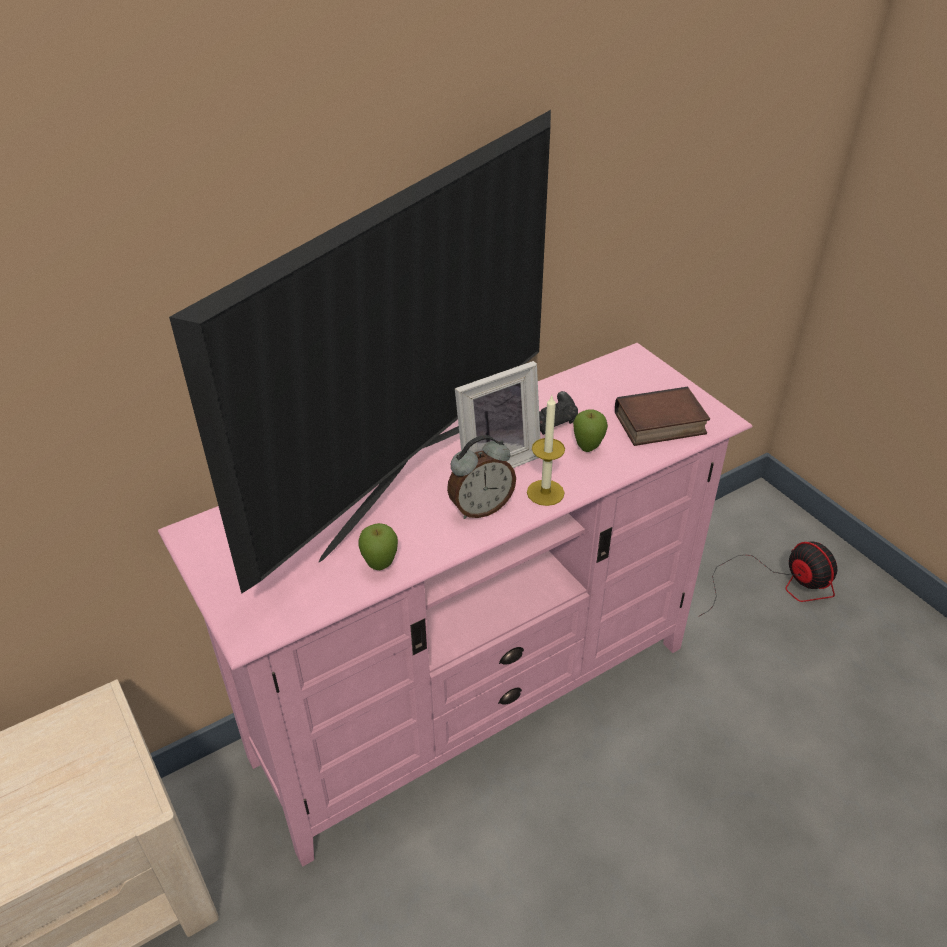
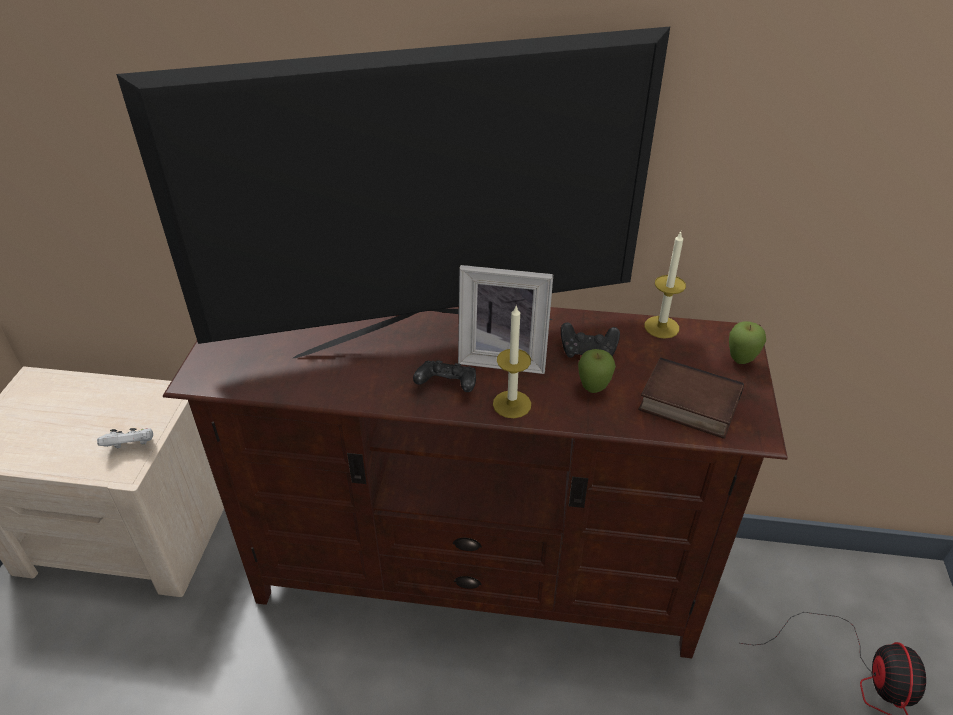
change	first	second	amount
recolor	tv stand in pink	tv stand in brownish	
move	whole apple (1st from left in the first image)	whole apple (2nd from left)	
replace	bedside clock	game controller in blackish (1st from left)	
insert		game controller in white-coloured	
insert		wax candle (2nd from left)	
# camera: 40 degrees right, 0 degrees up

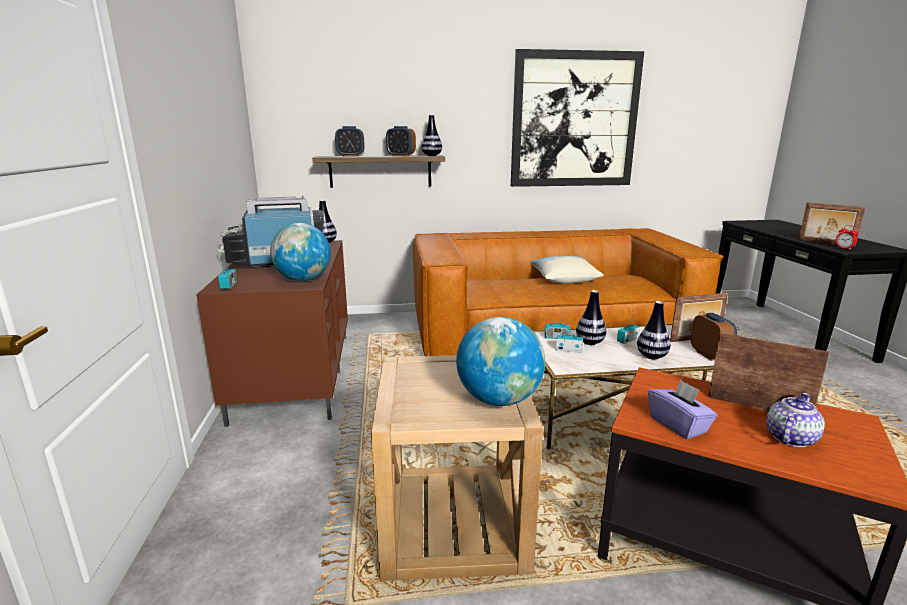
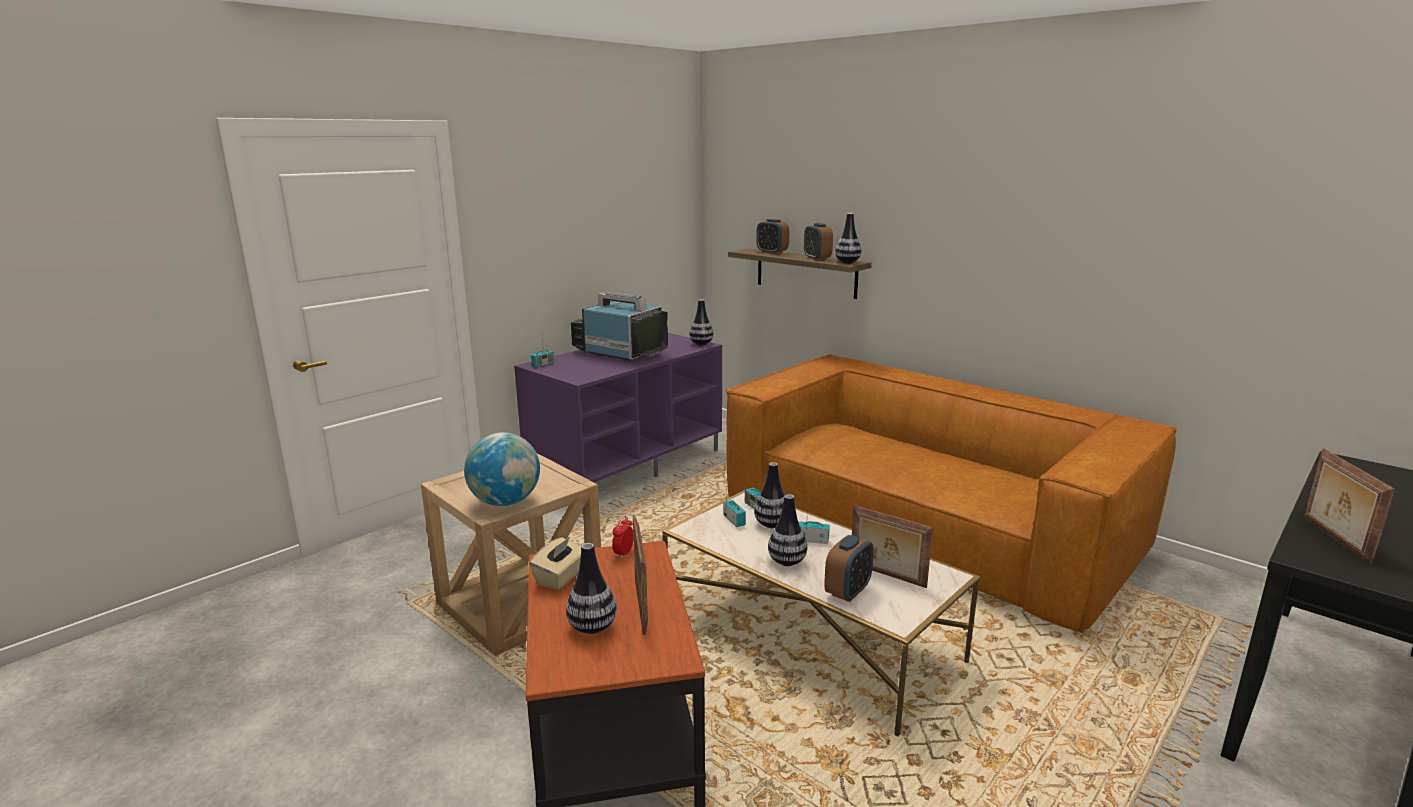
change	first	second	amount
recolor	tv stand in brownish	tv stand in purplish	
delete	desk globe (1st from left)		
delete	wall picture		
delete	throw pillow		
recolor	tissue box in purplish	tissue box in sand-coloured	
replace	pot for tea	flower vase (1st from left)	
move	bedside clock (4th from left in the first image)	bedside clock (1st from left)	
# camera: 50 degrees right, 0 degrees up

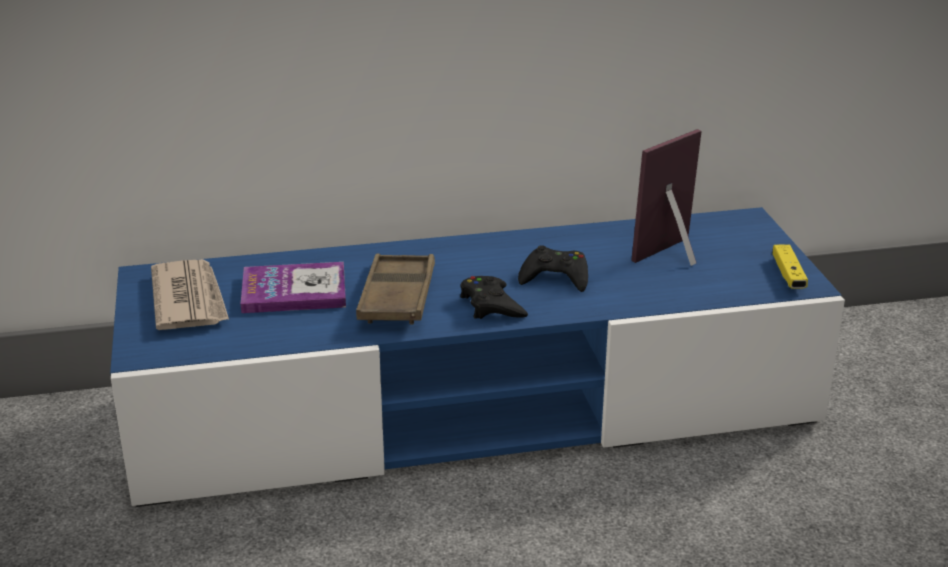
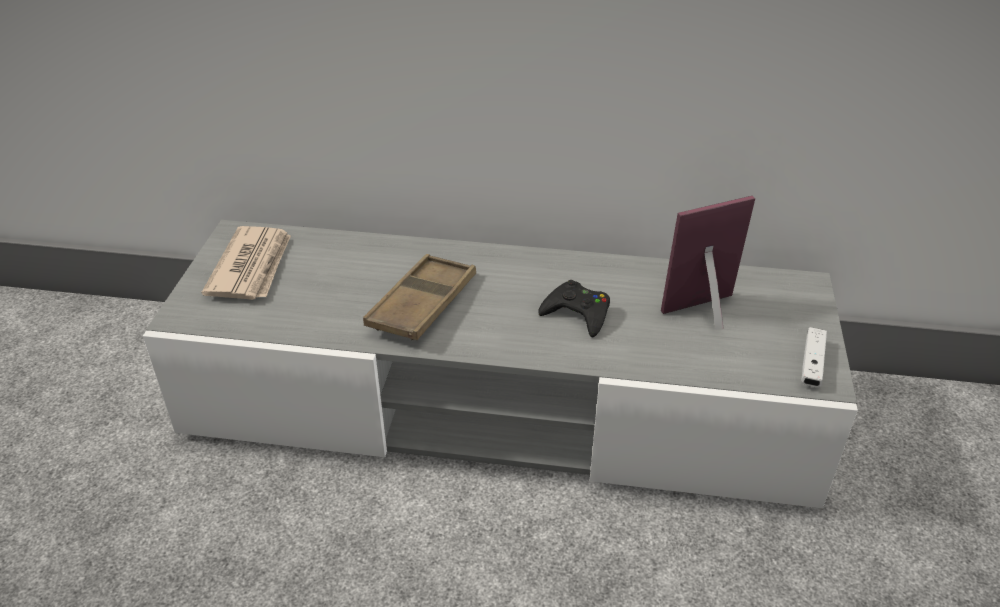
change	first	second	amount
recolor	tv stand in blue	tv stand in grey	
delete	volume		
delete	game controller in blackish (1st from left)		
recolor	game controller in yellowish	game controller in white-coloured	
# camera: 20 degrees right, 10 degrees up

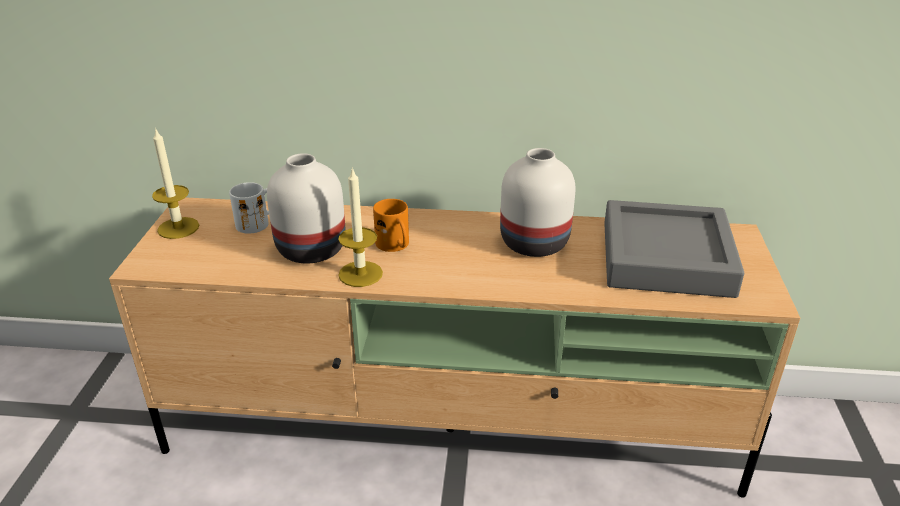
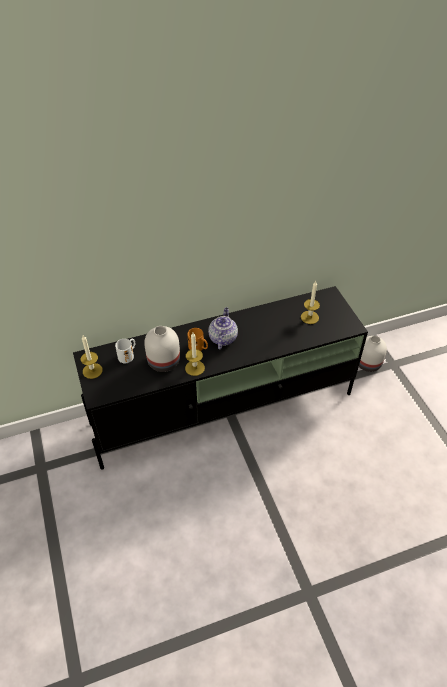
change	first	second	amount
recolor	tv stand in sand-coloured	tv stand in blackish	
move	flower vase in white-coloured (2nd from left)		
replace	carrying tray in grey	wax candle (3rd from left)	
insert		pot for tea	
# camera: 25 degrees left, 15 degrees up

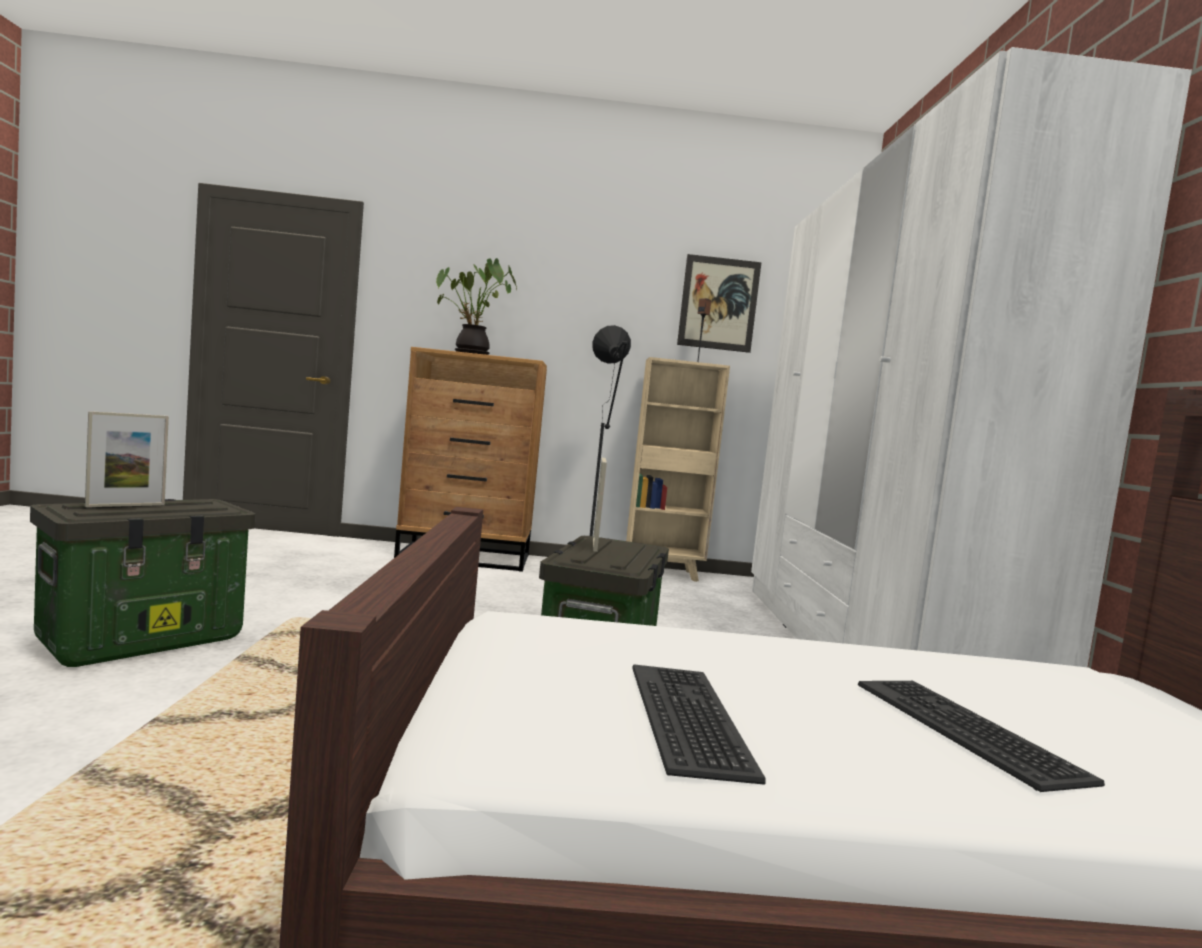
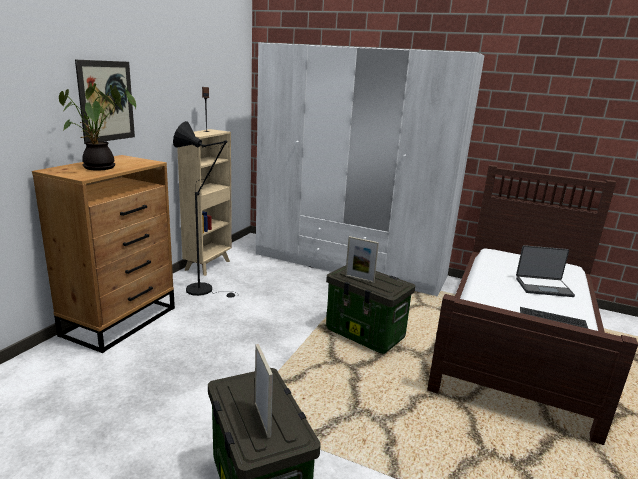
change	first	second	amount
move	wall picture		
replace	PC keyboard (2nd from left)	notebook computer	
# camera: 65 degrees left, 15 degrees up

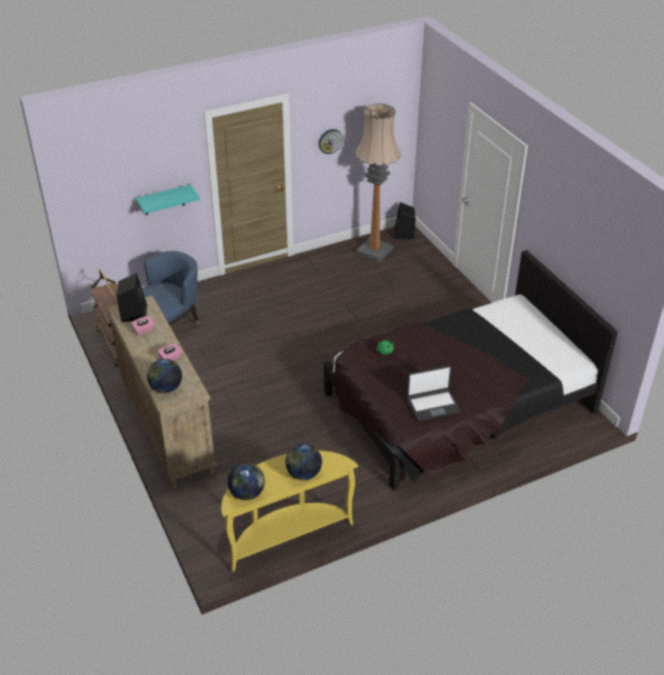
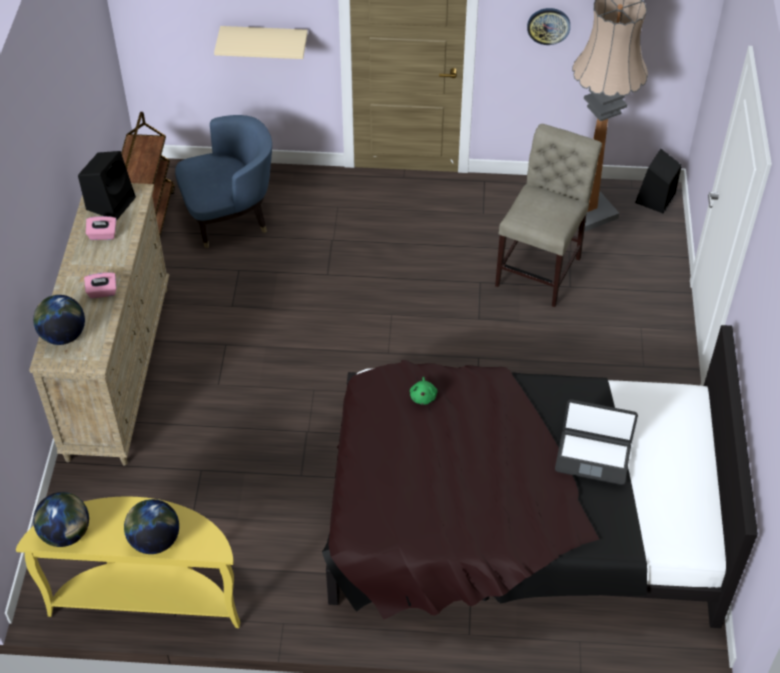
change	first	second	amount
recolor	bracket shelf in turquoise-coloured	bracket shelf in sand-coloured	
move	notebook computer		
insert		plain chair in sand-coloured	
# camera: 30 degrees right, 10 degrees up

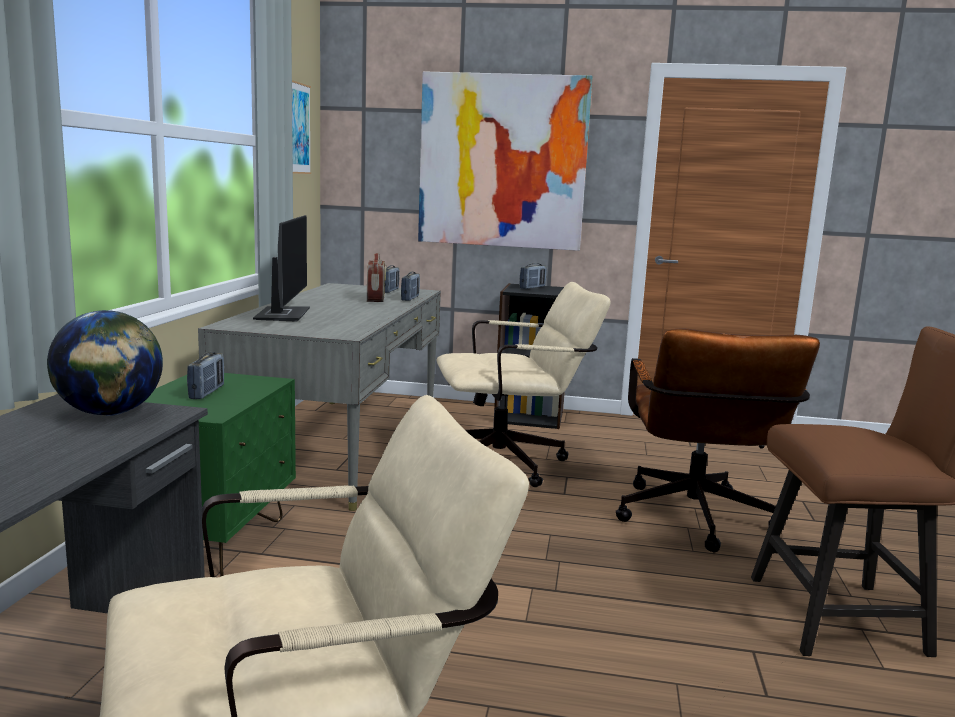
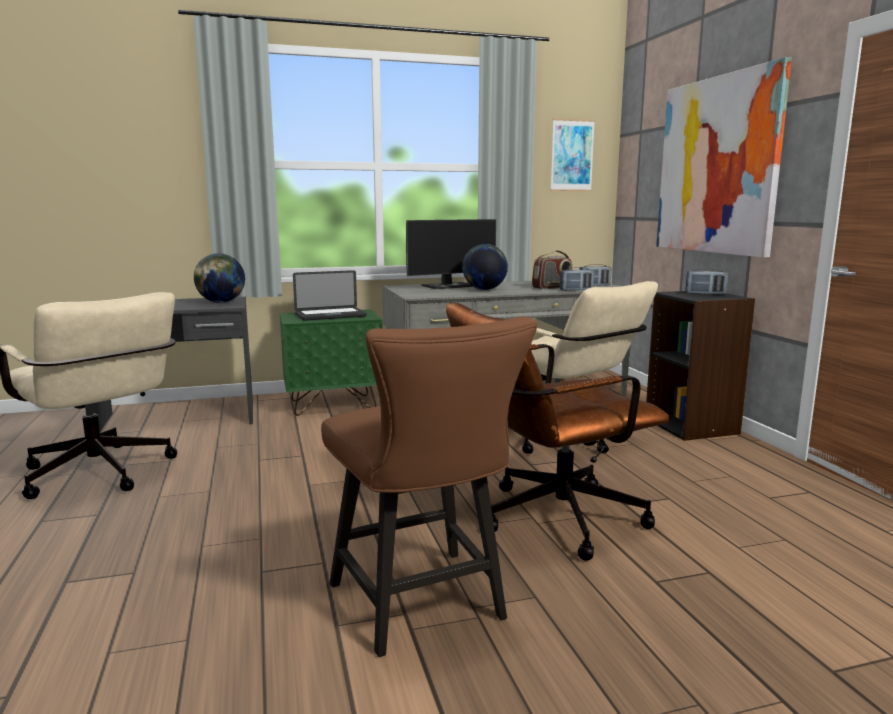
change	first	second	amount
replace	radio receiver (1st from left)	notebook computer	
insert		desk globe (2nd from left)	
# camera: 65 degrees right, 0 degrees up

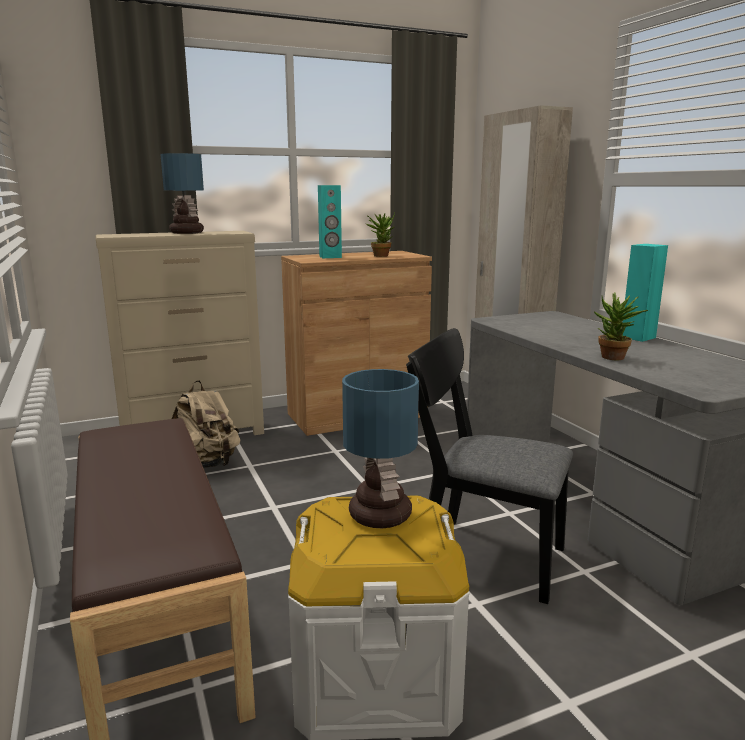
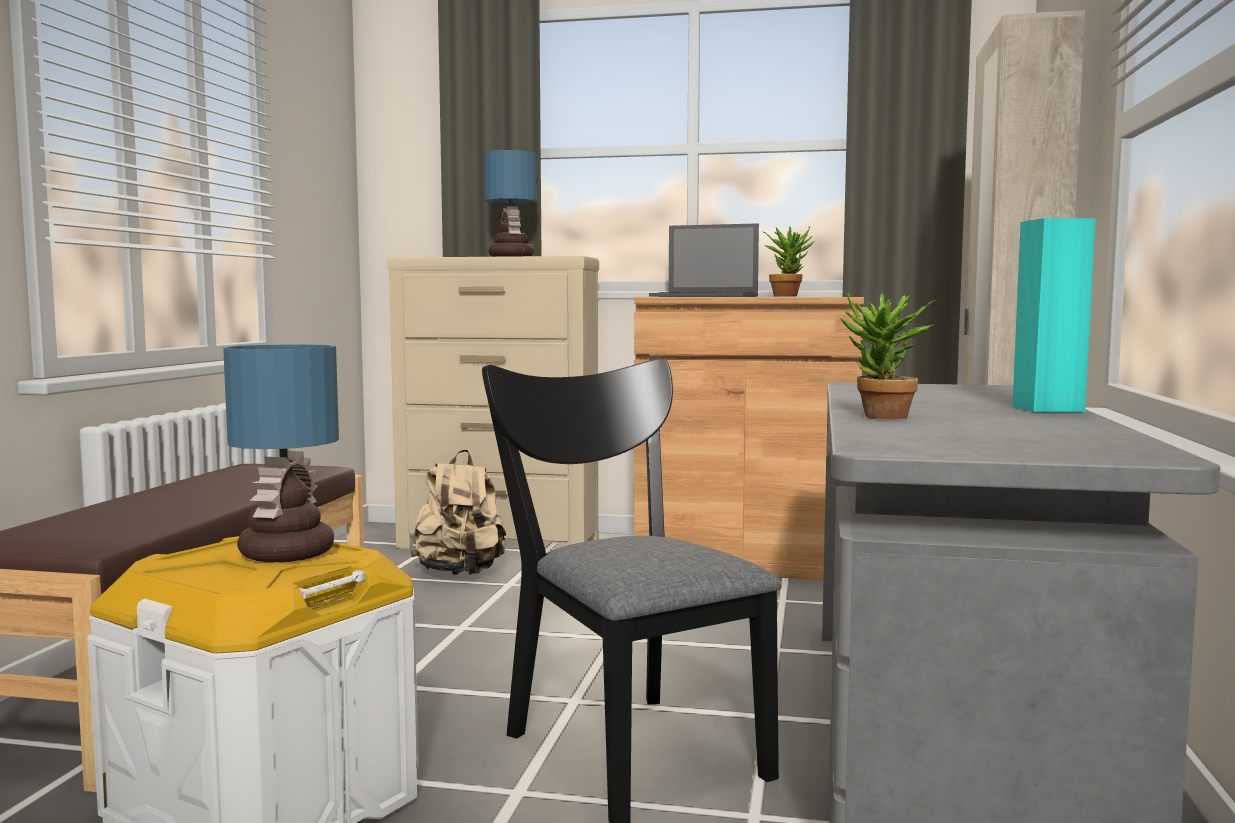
change	first	second	amount
replace	audio speaker in turquoise-coloured (1st from left)	notebook computer	
# camera: 35 degrees right, 10 degrees down

